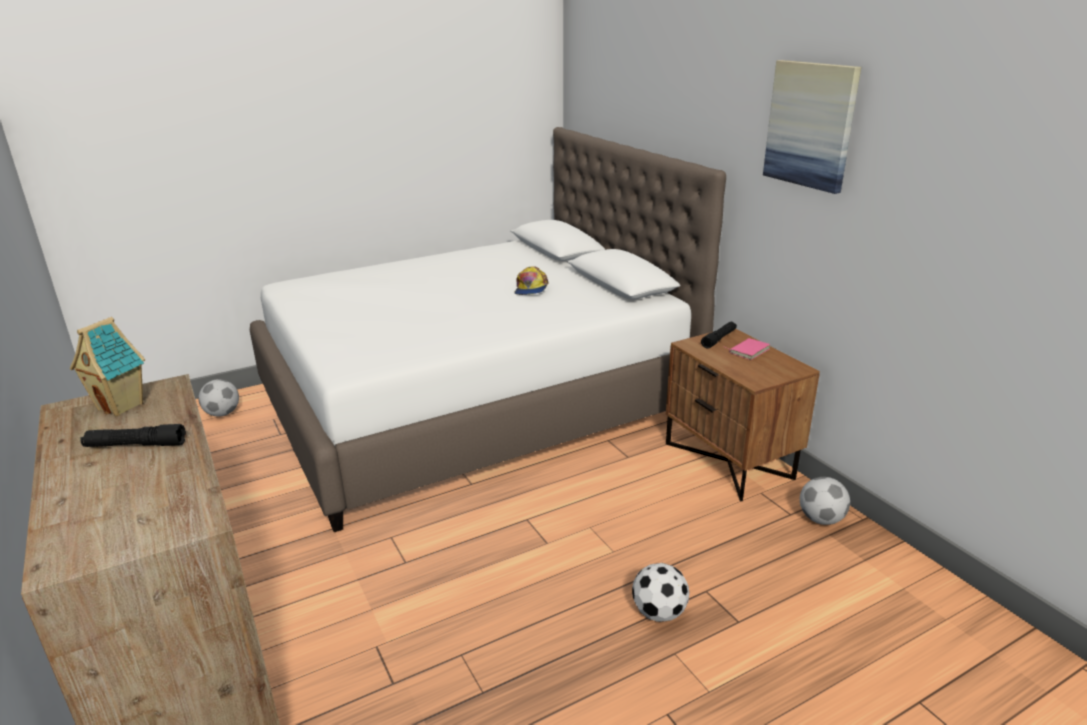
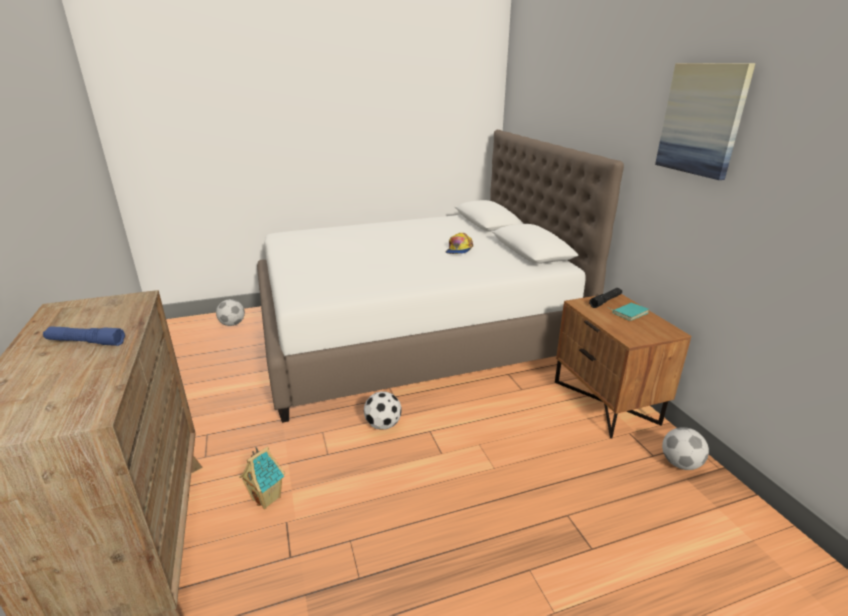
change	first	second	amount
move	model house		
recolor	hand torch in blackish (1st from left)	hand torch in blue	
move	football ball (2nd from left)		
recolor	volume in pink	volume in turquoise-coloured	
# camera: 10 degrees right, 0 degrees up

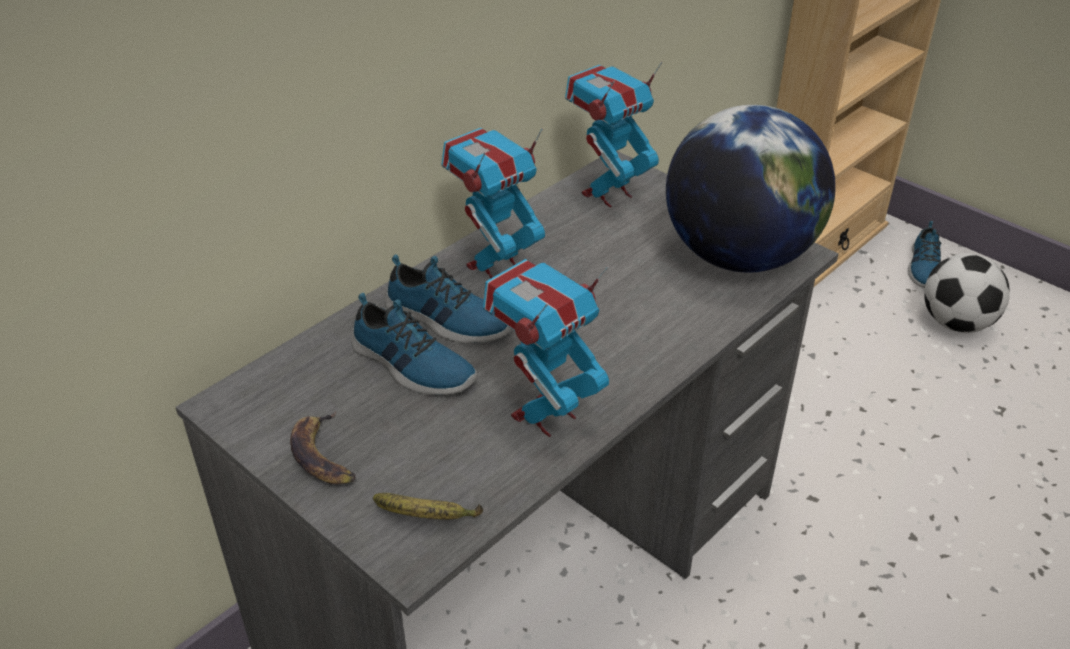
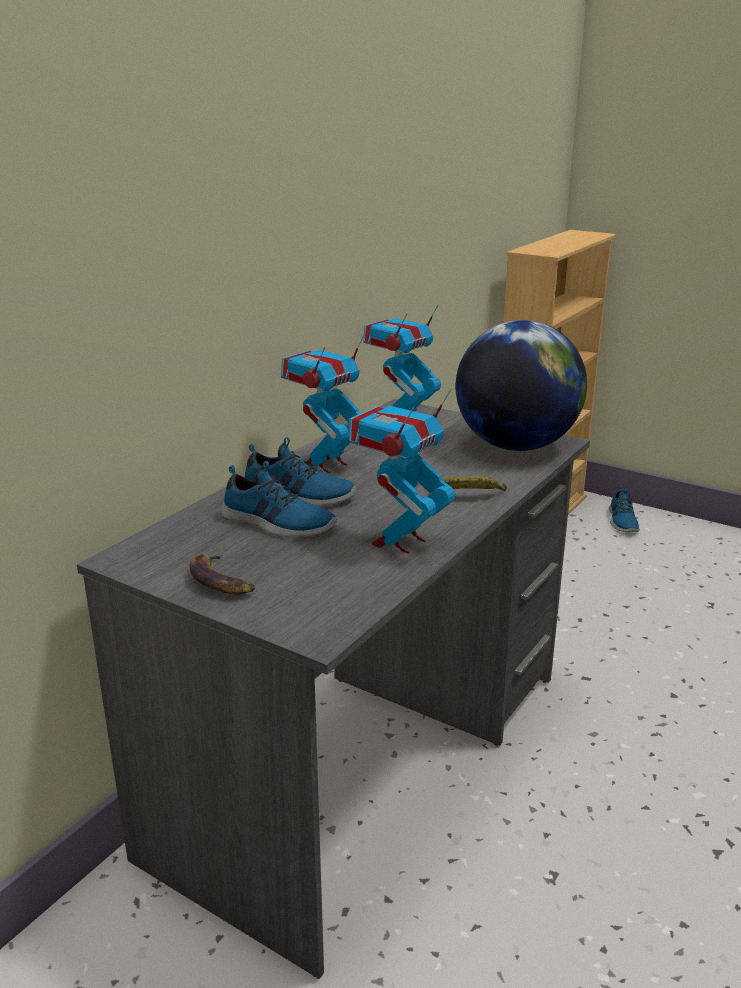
change	first	second	amount
move	whole banana (2nd from left)		
delete	football ball		
# camera: 10 degrees left, 15 degrees down

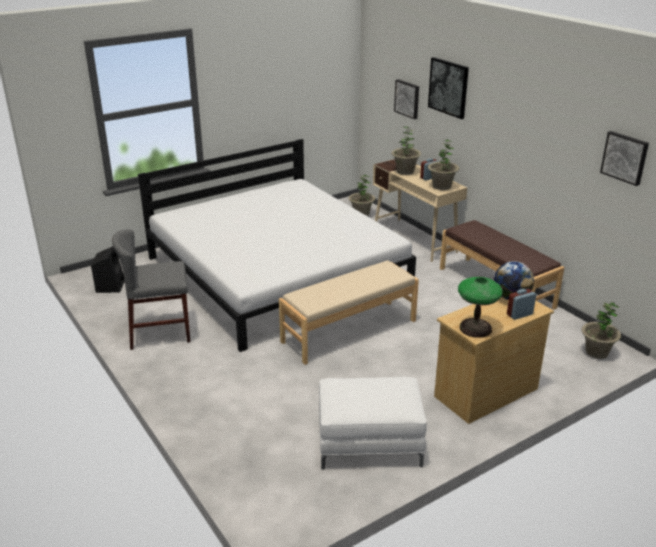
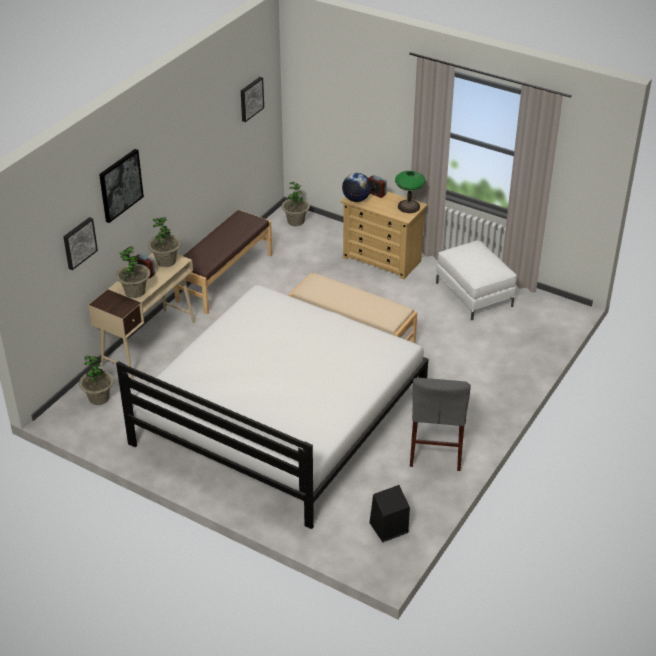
change	first	second	amount
rotate	plain chair in grey		45 degrees clockwise
# camera: 115 degrees left, 10 degrees up

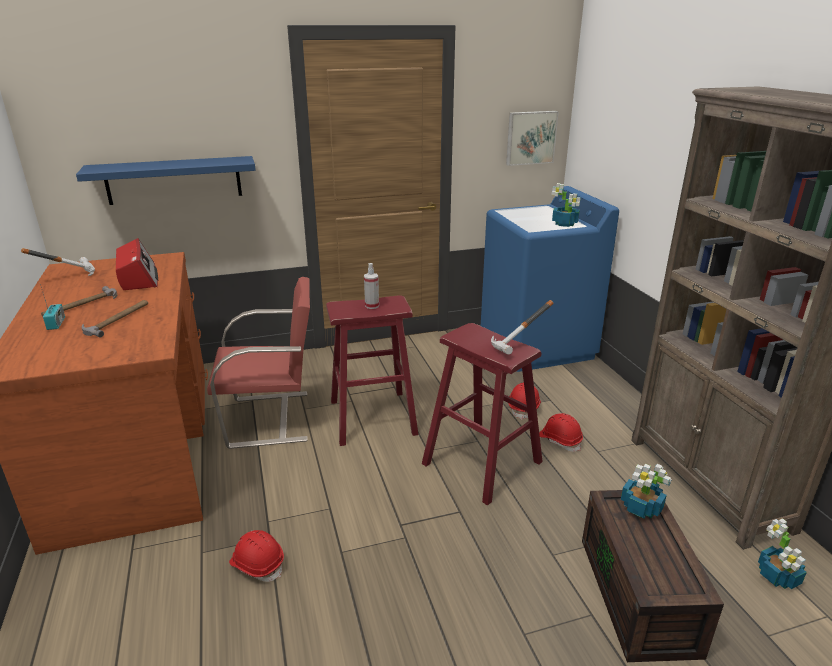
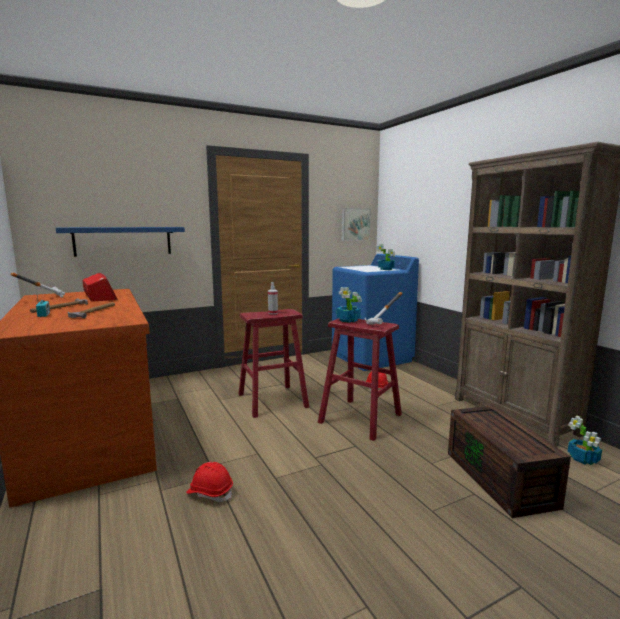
change	first	second	amount
delete	plain chair in red-coloured		
delete	safety helmet in red-coloured (3rd from left)		
move	potted plant (2nd from left in the first image)	potted plant (1st from left)	
# camera: 10 degrees left, 15 degrees down

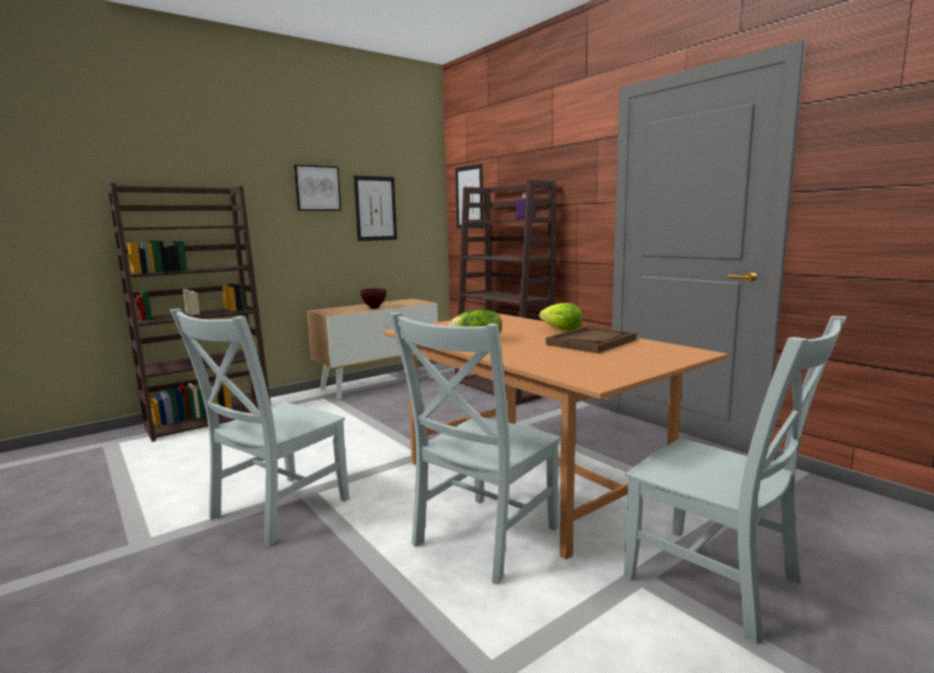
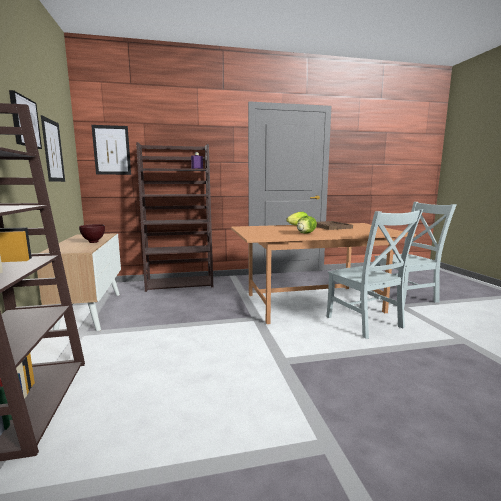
change	first	second	amount
delete	plain chair in grey (1st from left)		
# camera: 65 degrees left, 0 degrees up

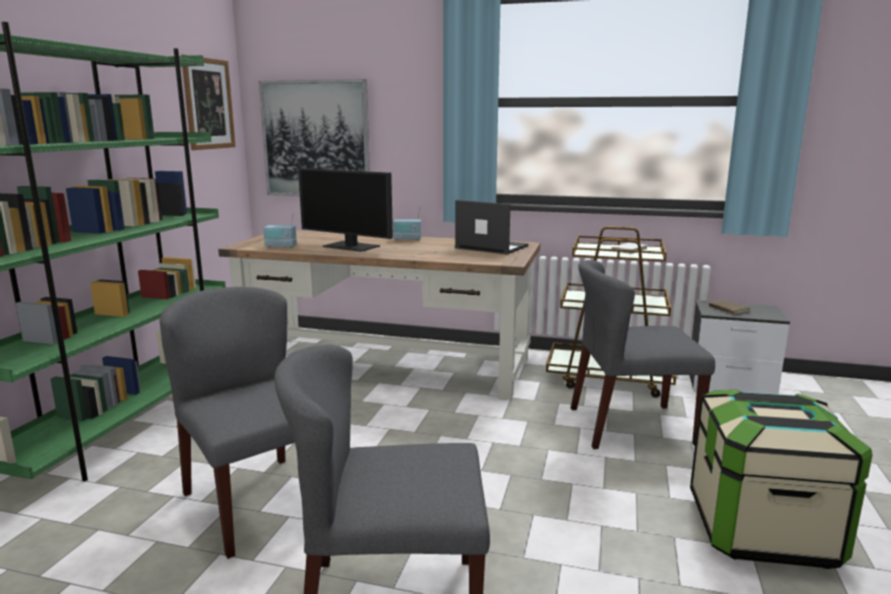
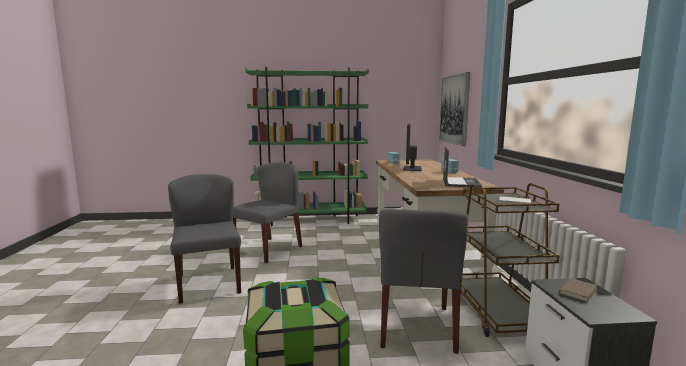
change	first	second	amount
delete	wall picture (1st from left)		
rotate	plain chair in grey (3rd from left)		150 degrees counterclockwise
# camera: 70 degrees right, 5 degrees down

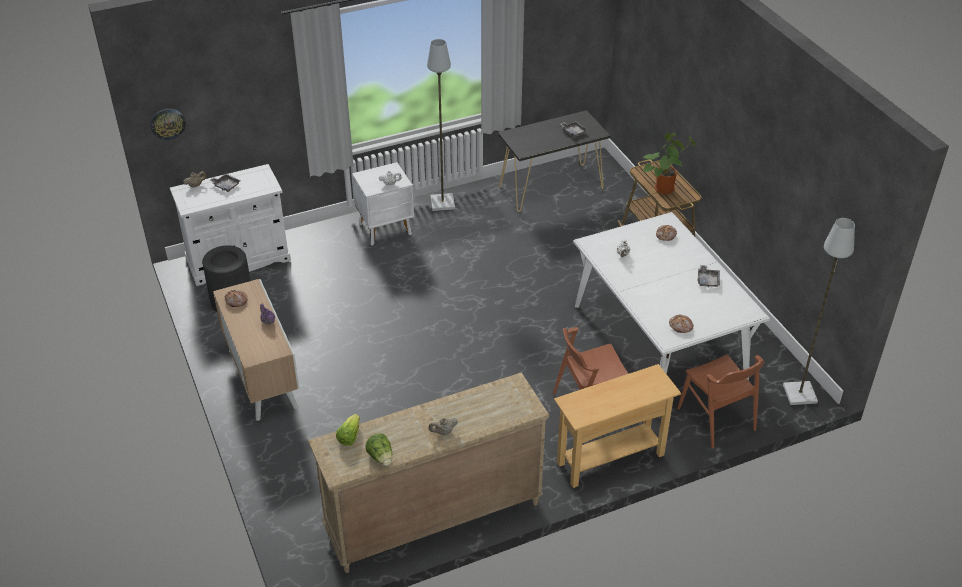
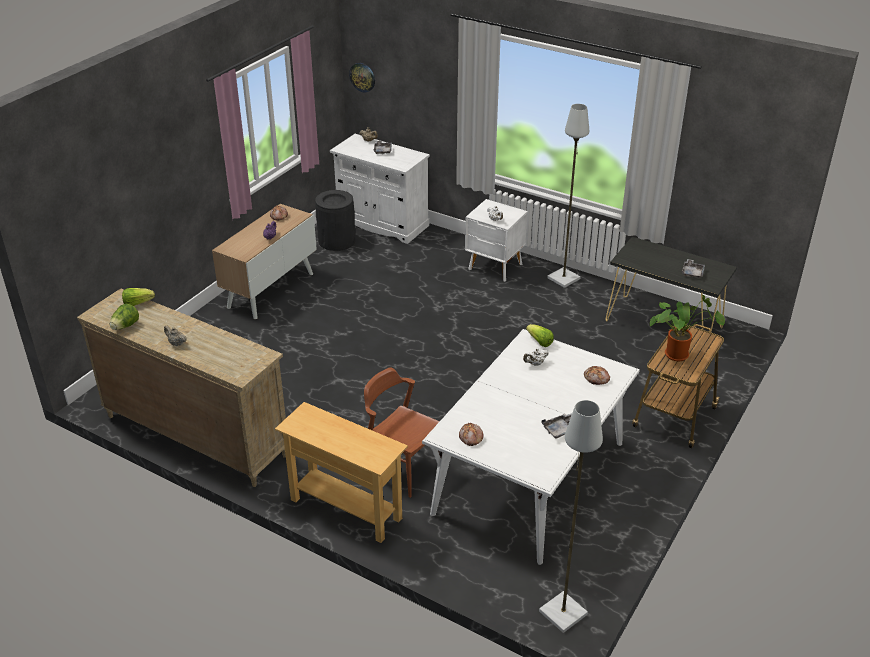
change	first	second	amount
delete	plain chair in brownish (2nd from left)		
insert		head of lettuce (3rd from left)	
# camera: 55 degrees right, 5 degrees down

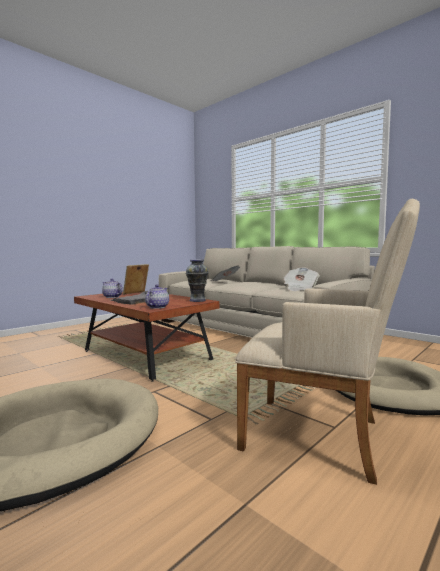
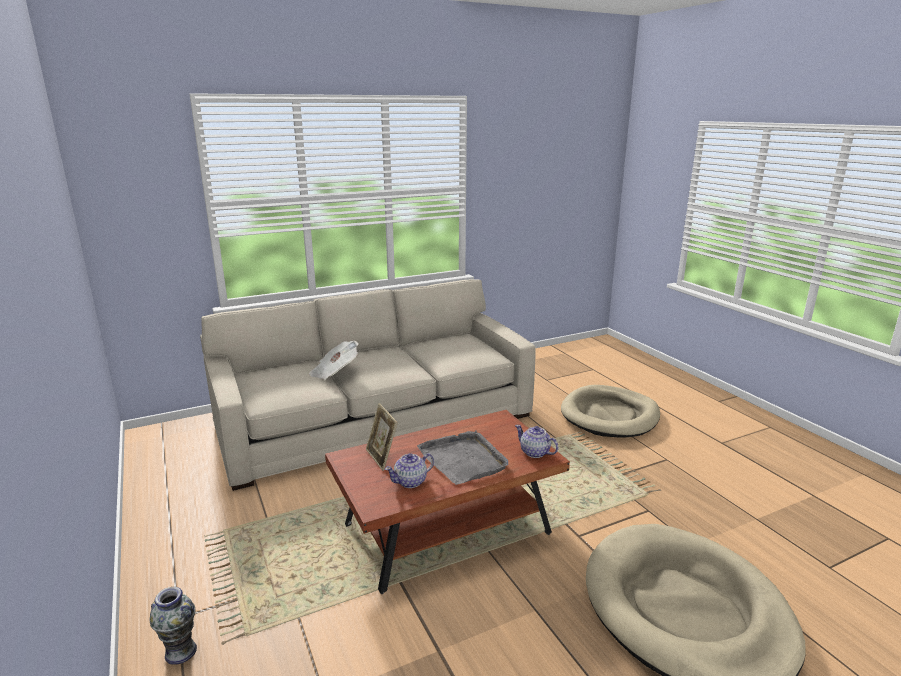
change	first	second	amount
move	flower vase		
delete	easy chair in sand-coloured		
delete	printed paper (2nd from left)		
# camera: 70 degrees left, 15 degrees up

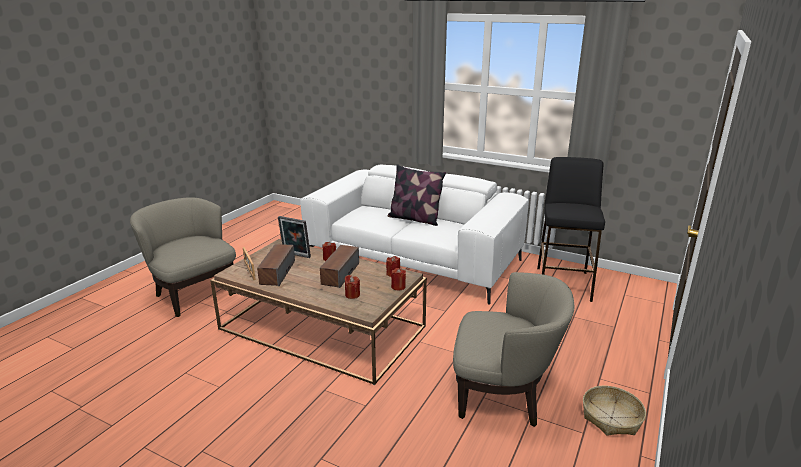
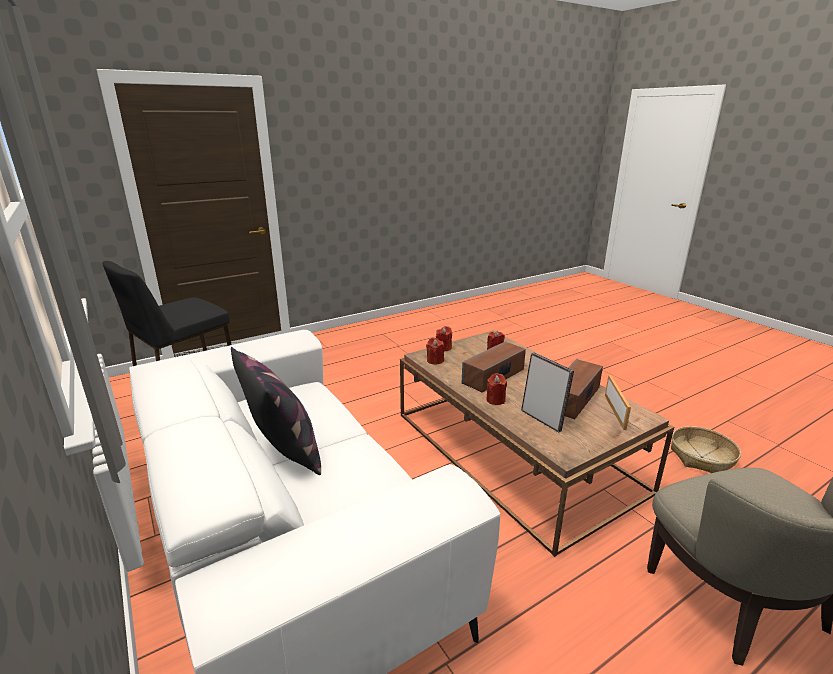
change	first	second	amount
delete	easy chair in sand-coloured (2nd from left)		
move	basket		
# camera: 150 degrees left, 0 degrees up

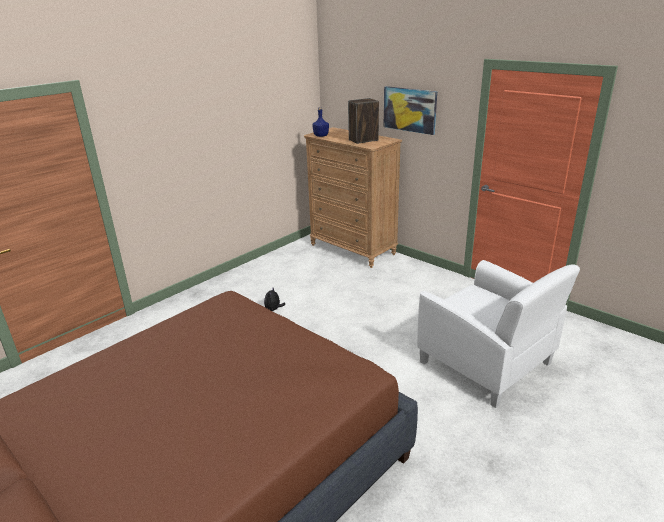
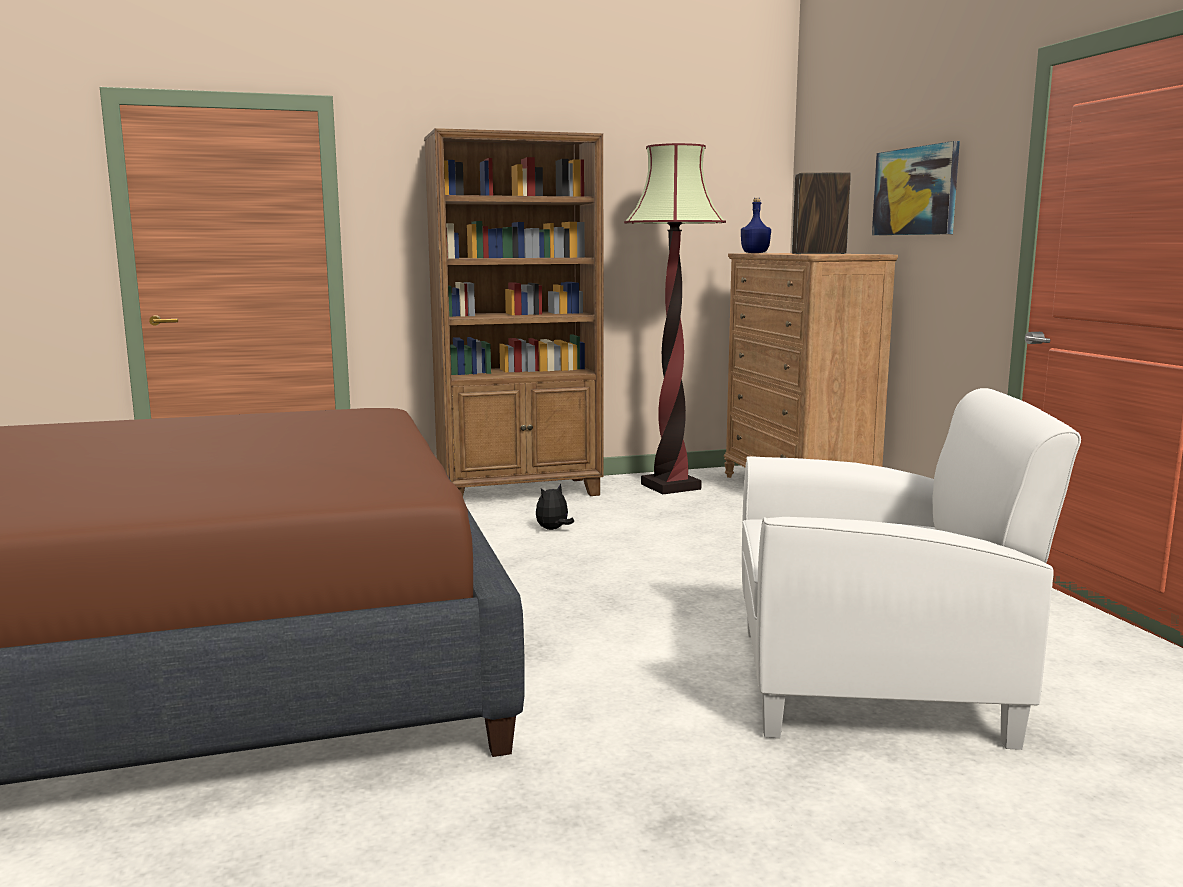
change	first	second	amount
rotate	easy chair in white-coloured		75 degrees counterclockwise
insert		bookcase in brownish	
insert		standard lamp	
# camera: 30 degrees right, 15 degrees down

